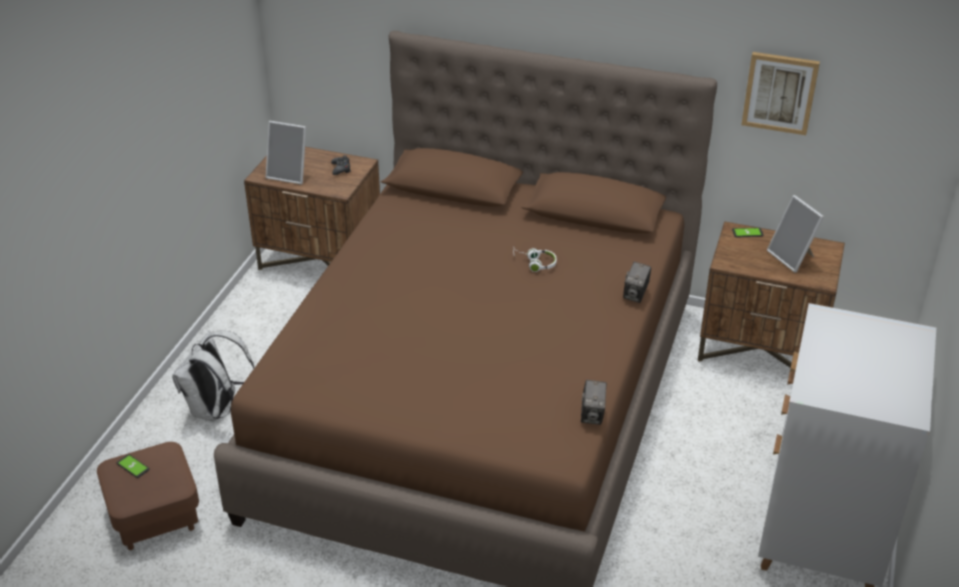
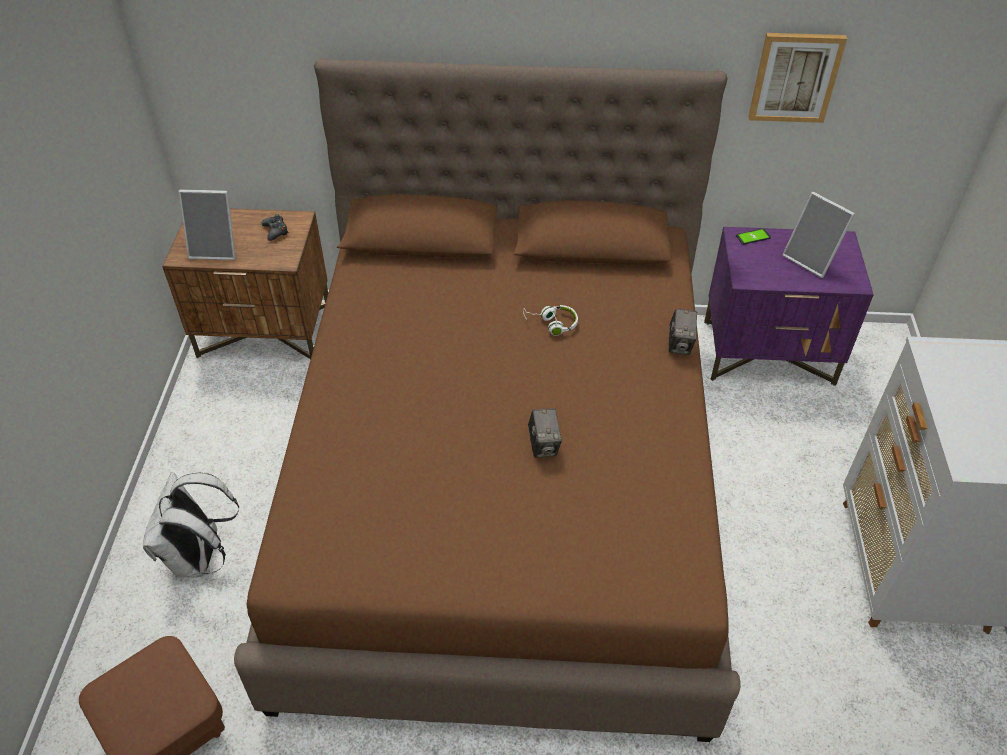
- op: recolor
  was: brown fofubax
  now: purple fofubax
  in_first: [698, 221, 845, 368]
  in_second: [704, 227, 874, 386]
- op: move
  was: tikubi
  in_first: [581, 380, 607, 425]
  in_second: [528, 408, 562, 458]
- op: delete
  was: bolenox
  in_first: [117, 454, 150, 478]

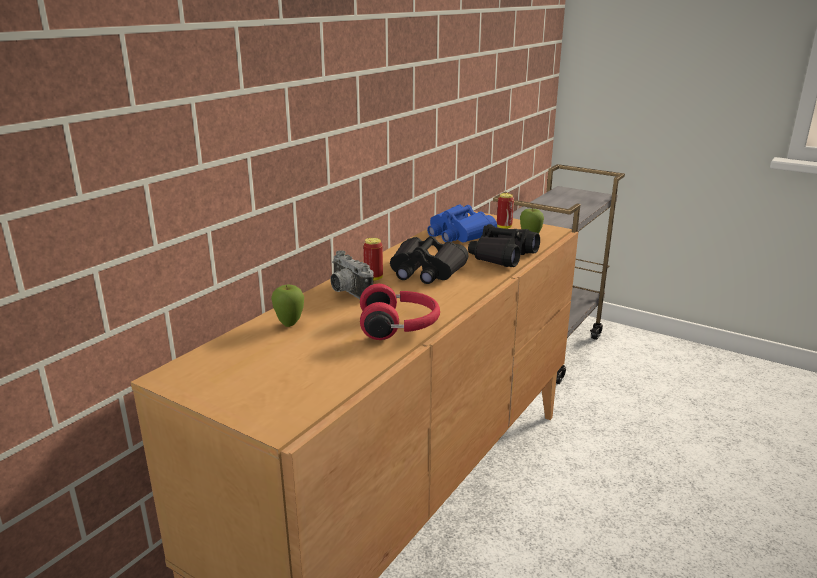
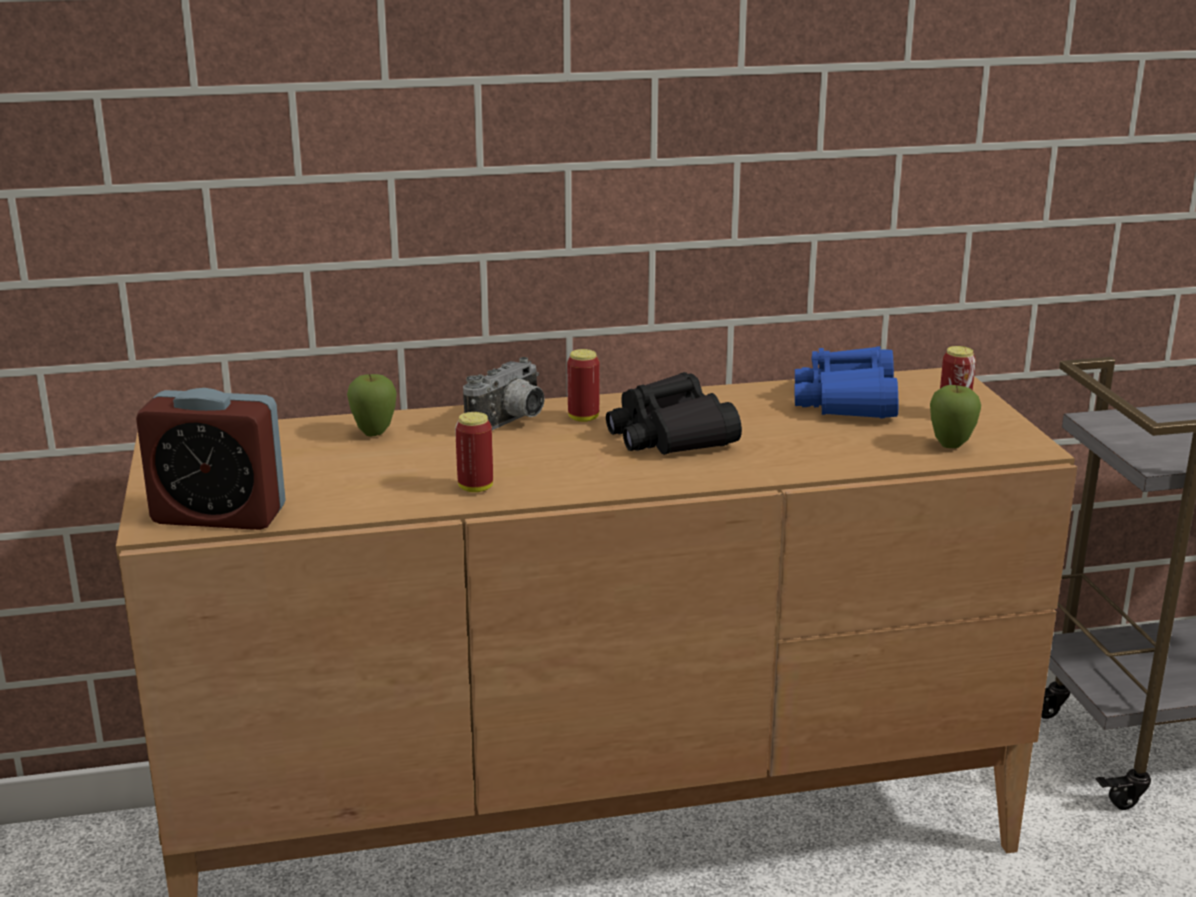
- op: delete
  was: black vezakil
  in_first: [468, 224, 540, 267]
- op: rotate
  was: tikubi
  in_first: [330, 250, 373, 299]
  in_second: [463, 357, 545, 430]
  clockwise: -150
- op: replace
  was: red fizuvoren
  now: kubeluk
  in_first: [360, 284, 440, 340]
  in_second: [455, 412, 493, 492]
- op: insert
  now: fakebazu
  in_second: [136, 388, 286, 530]

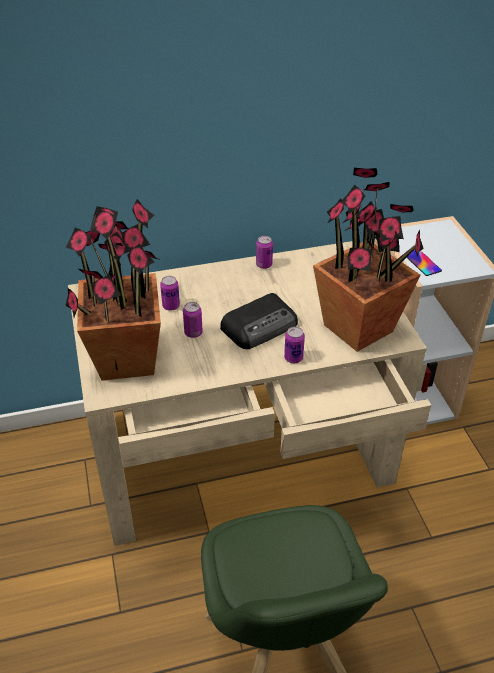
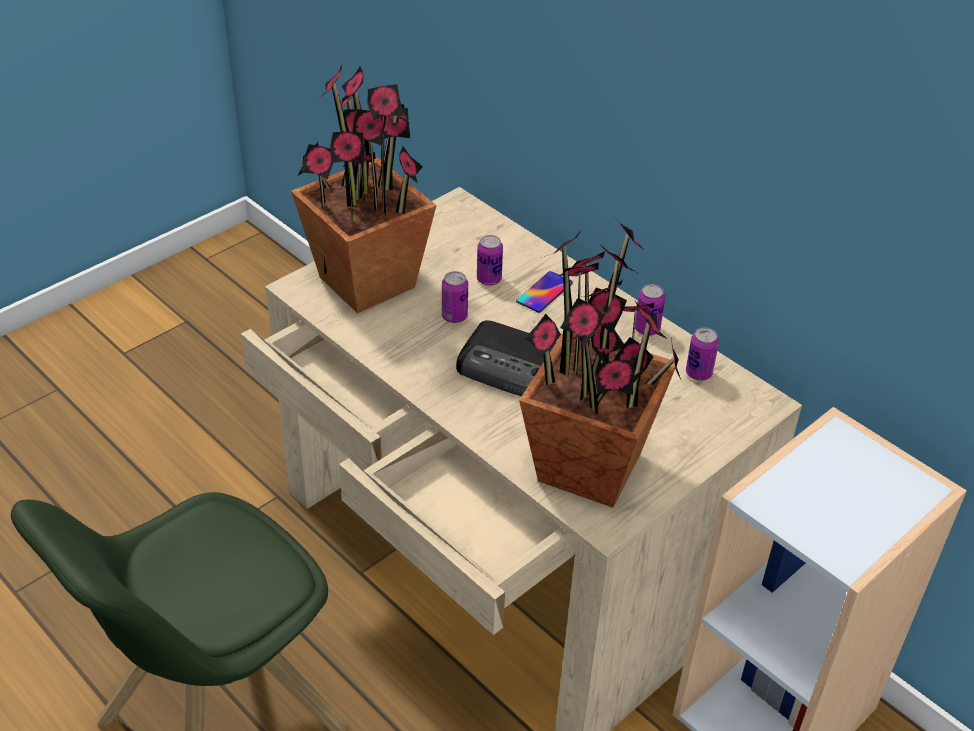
- op: move
  was: bolenox
  in_first: [407, 250, 442, 276]
  in_second: [516, 271, 573, 313]
- op: move
  was: kubeluk
  in_first: [284, 327, 305, 363]
  in_second: [686, 327, 719, 381]

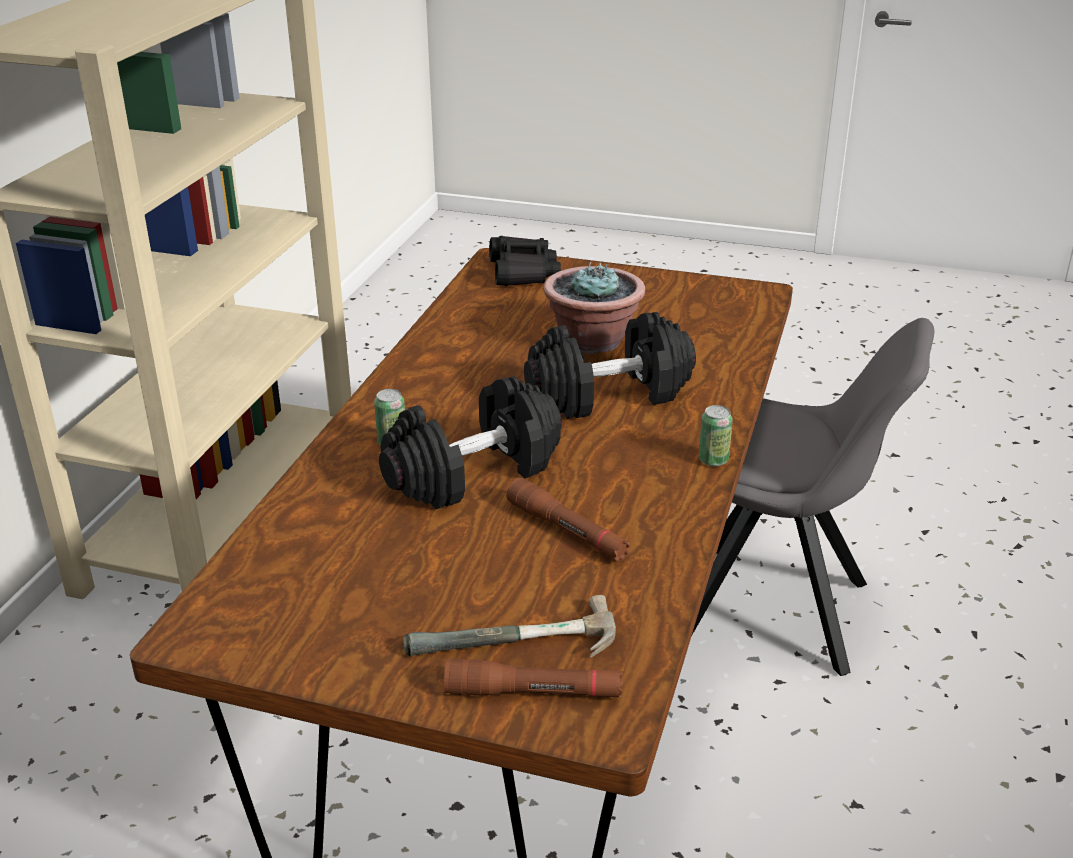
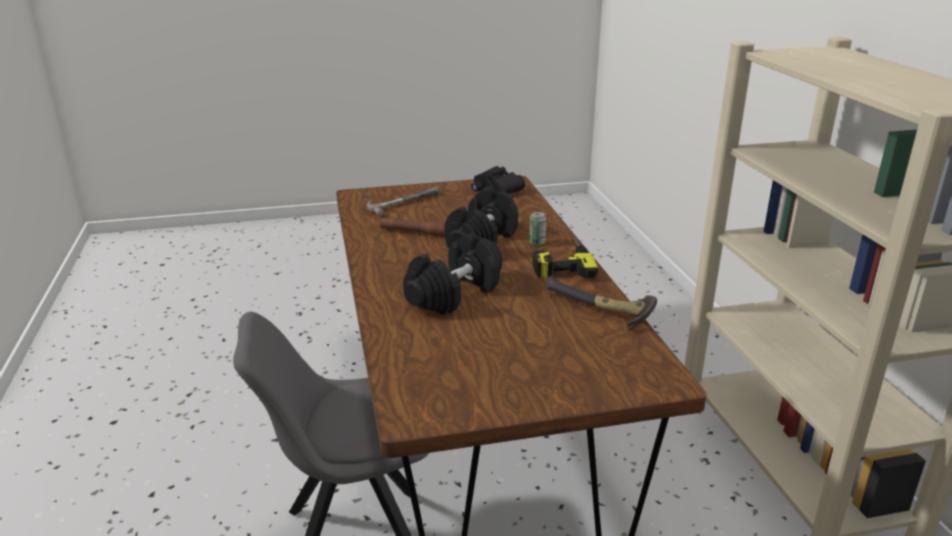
- op: move
  was: black vezakil
  in_first: [489, 236, 561, 286]
  in_second: [471, 166, 525, 194]
- op: delete
  was: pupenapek
  in_first: [543, 262, 645, 354]
- op: delete
  was: kubeluk
  in_first: [699, 405, 733, 466]
- op: delete
  was: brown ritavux
  in_first: [444, 659, 623, 697]
- op: insert
  now: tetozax
  in_second: [532, 238, 598, 278]
- op: insert
  now: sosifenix
  in_second: [547, 276, 657, 331]

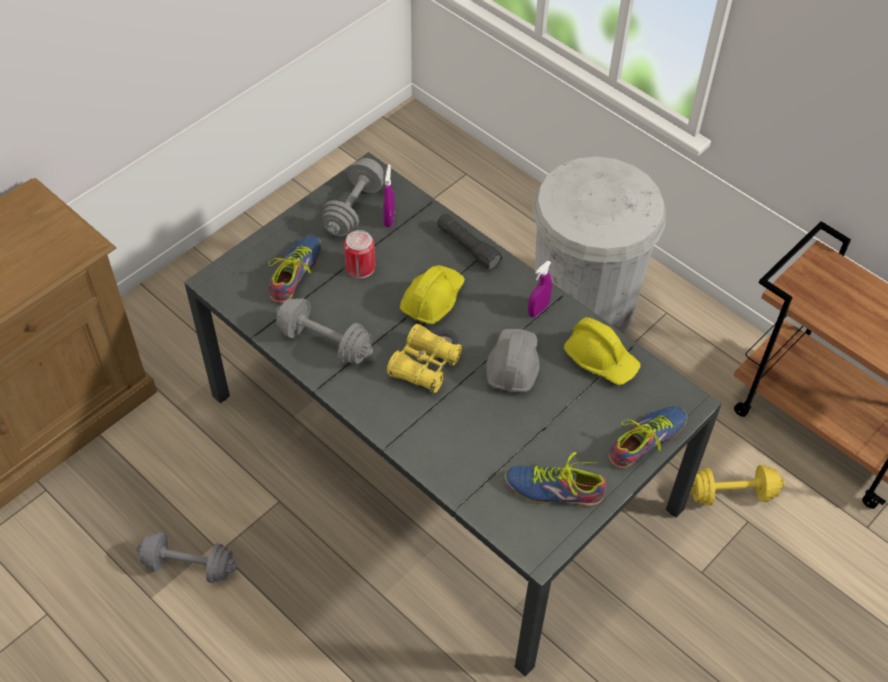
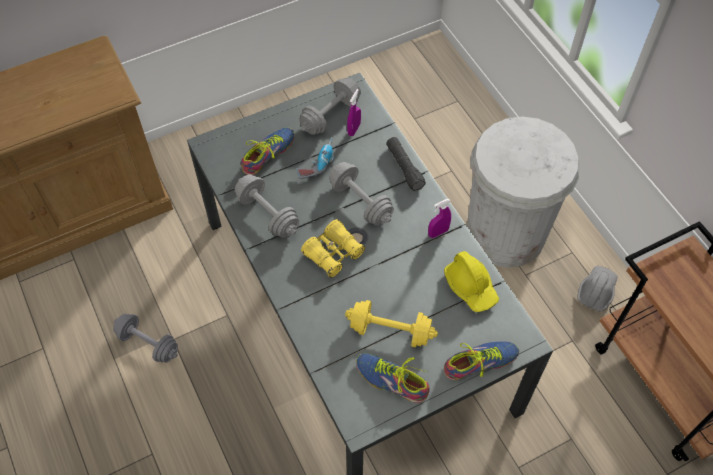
- op: replace
  was: kubeluk
  now: tetozax
  in_first: [344, 230, 375, 278]
  in_second: [296, 137, 334, 179]
- op: replace
  was: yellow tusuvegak
  now: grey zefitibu
  in_first: [400, 265, 465, 324]
  in_second: [329, 162, 394, 226]
- op: move
  was: grey tusuvegak
  in_first: [487, 329, 540, 392]
  in_second: [577, 266, 618, 311]
- op: move
  was: yellow zefitibu
  in_first: [690, 465, 785, 505]
  in_second: [345, 300, 438, 348]

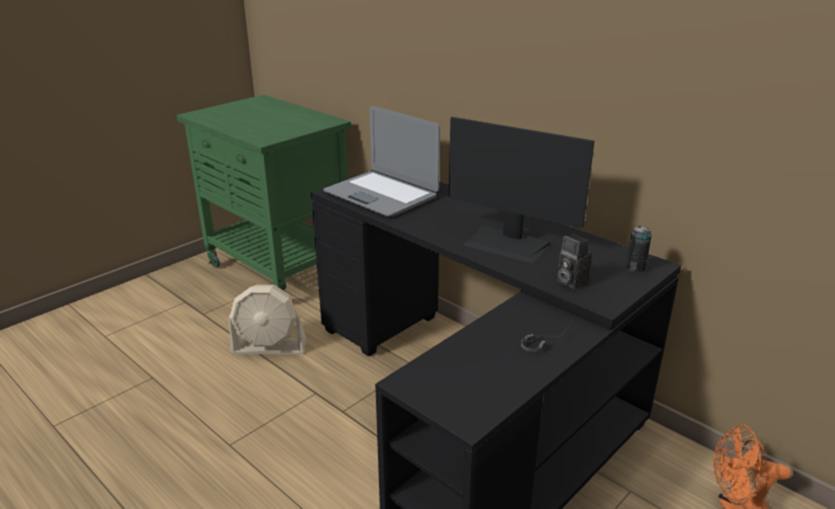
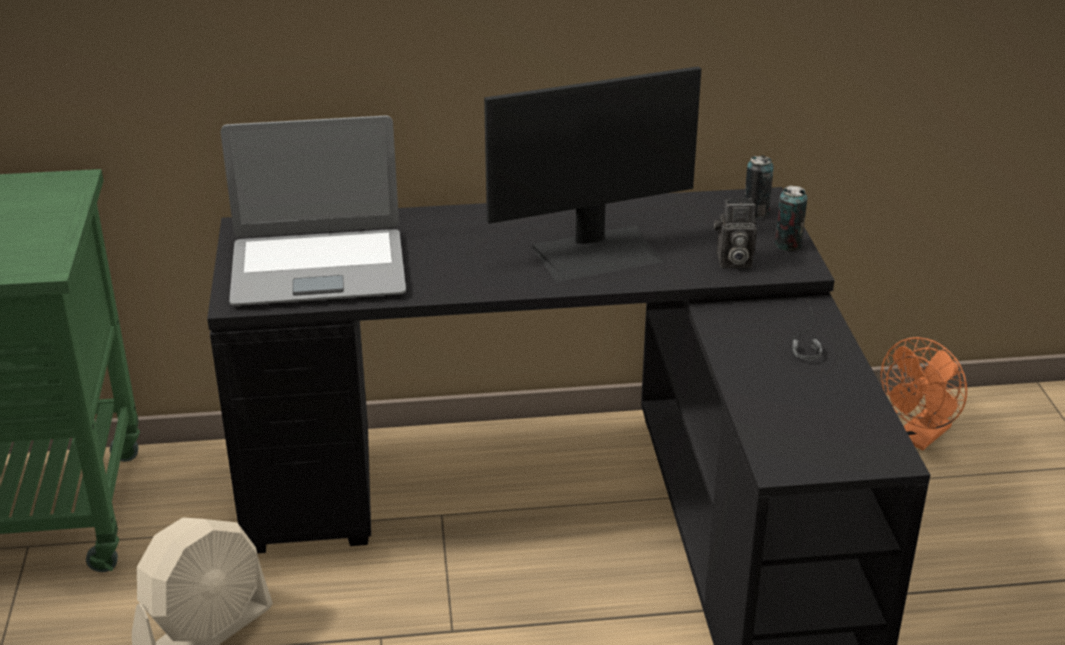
- op: insert
  now: kubeluk
  in_second: [775, 185, 807, 251]

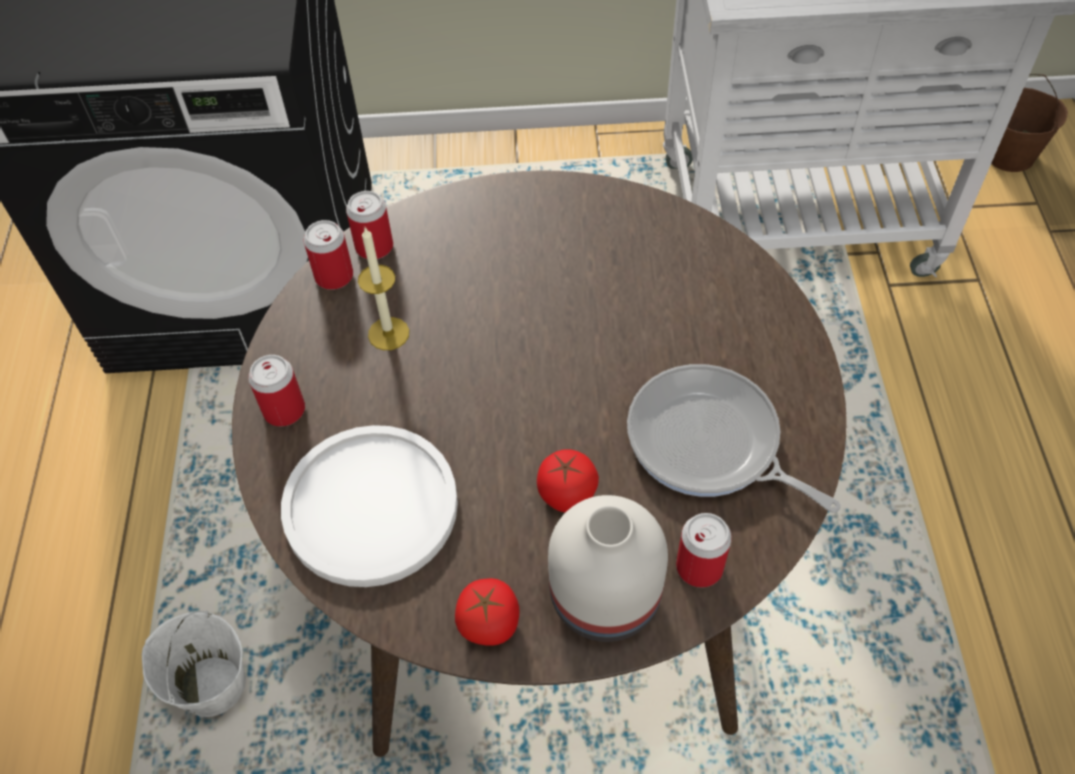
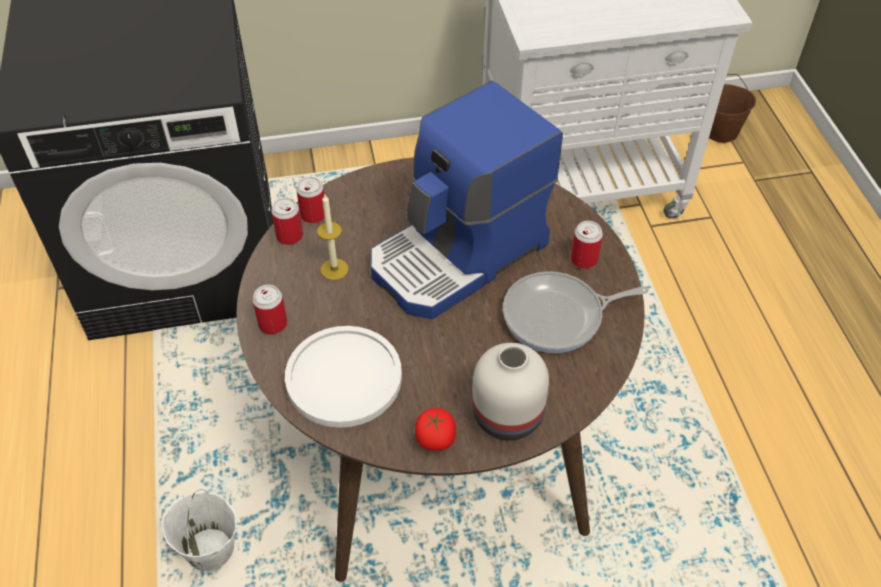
- op: rotate
  was: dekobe
  in_first: [627, 364, 841, 513]
  in_second: [503, 271, 649, 353]
  clockwise: -45
- op: delete
  was: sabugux
  in_first: [537, 449, 599, 512]
- op: move
  was: kubeluk
  in_first: [676, 513, 732, 588]
  in_second: [571, 221, 603, 269]
- op: insert
  now: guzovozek
  in_second: [371, 81, 563, 319]

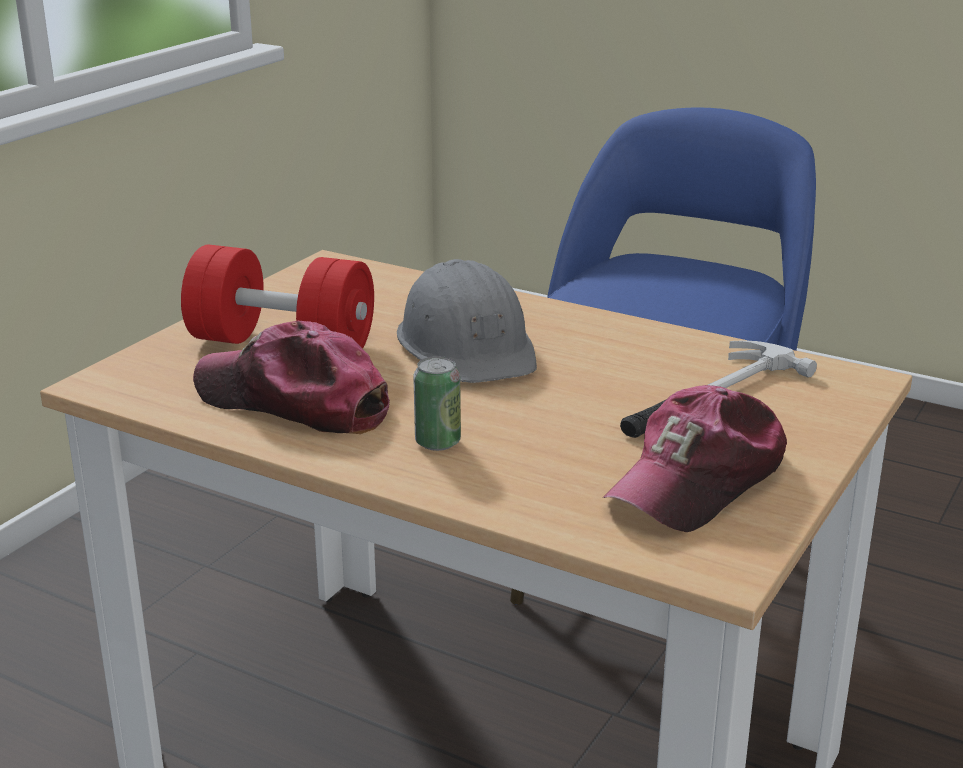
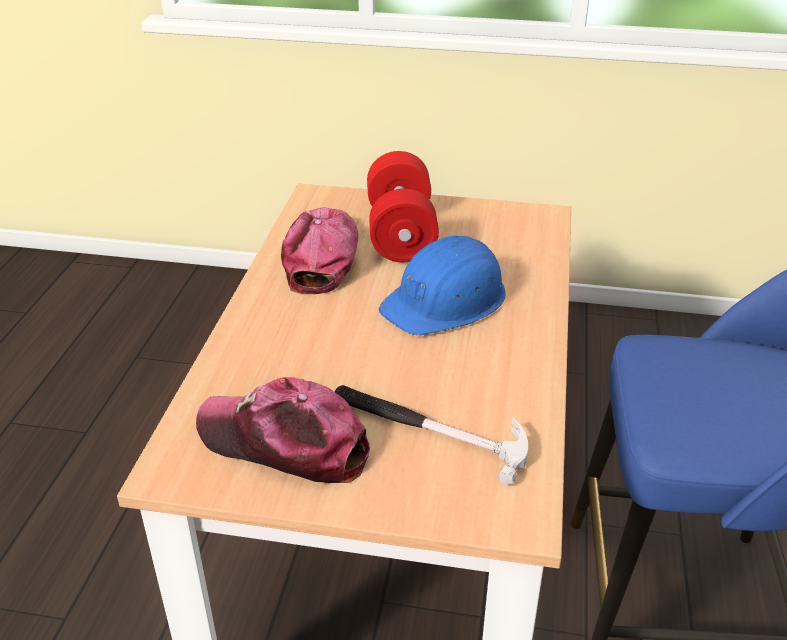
- op: recolor
  was: grey tusuvegak
  now: blue tusuvegak
  in_first: [397, 259, 537, 383]
  in_second: [379, 236, 506, 336]
- op: delete
  was: kubeluk
  in_first: [413, 356, 461, 451]

